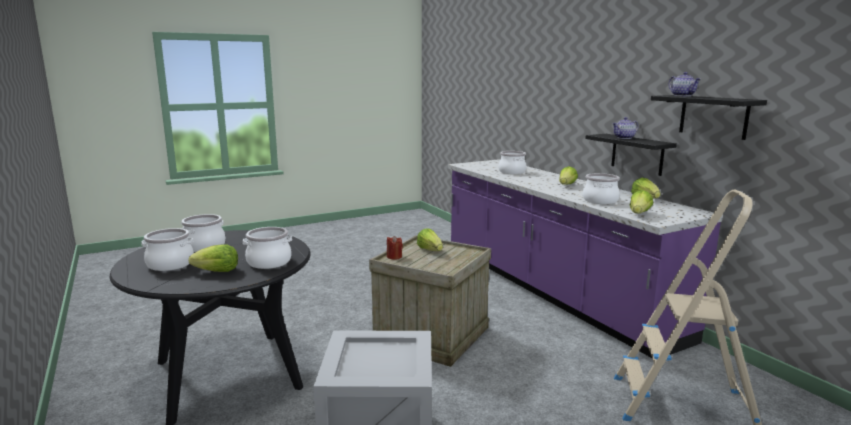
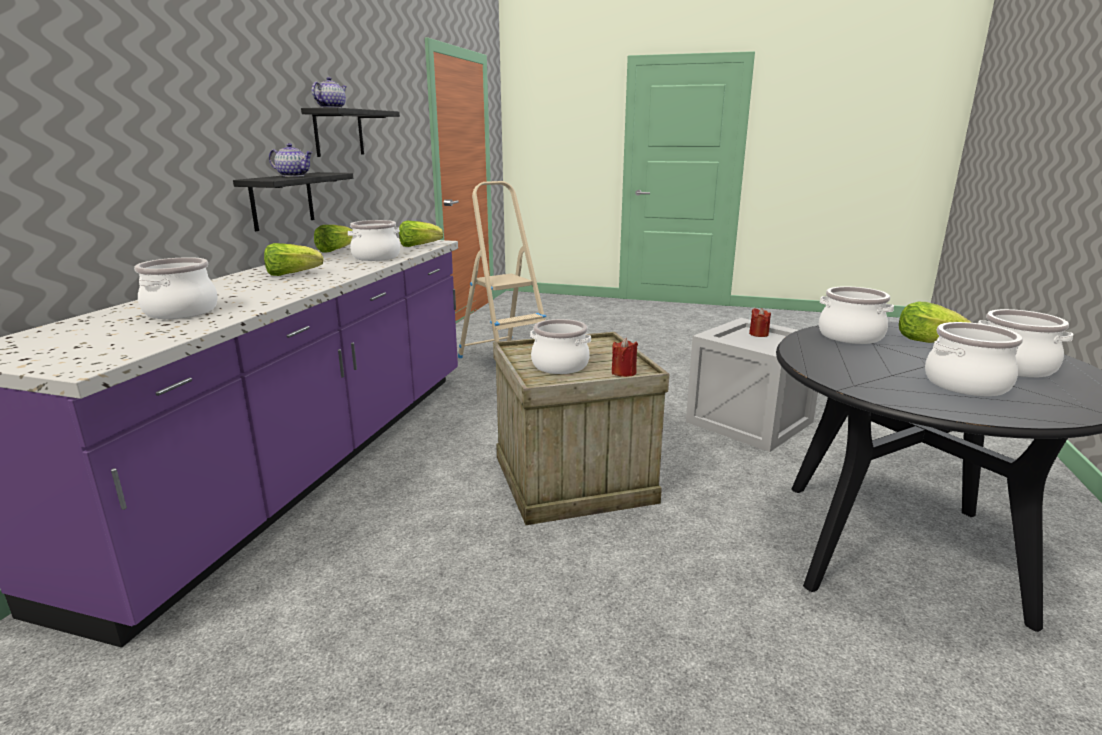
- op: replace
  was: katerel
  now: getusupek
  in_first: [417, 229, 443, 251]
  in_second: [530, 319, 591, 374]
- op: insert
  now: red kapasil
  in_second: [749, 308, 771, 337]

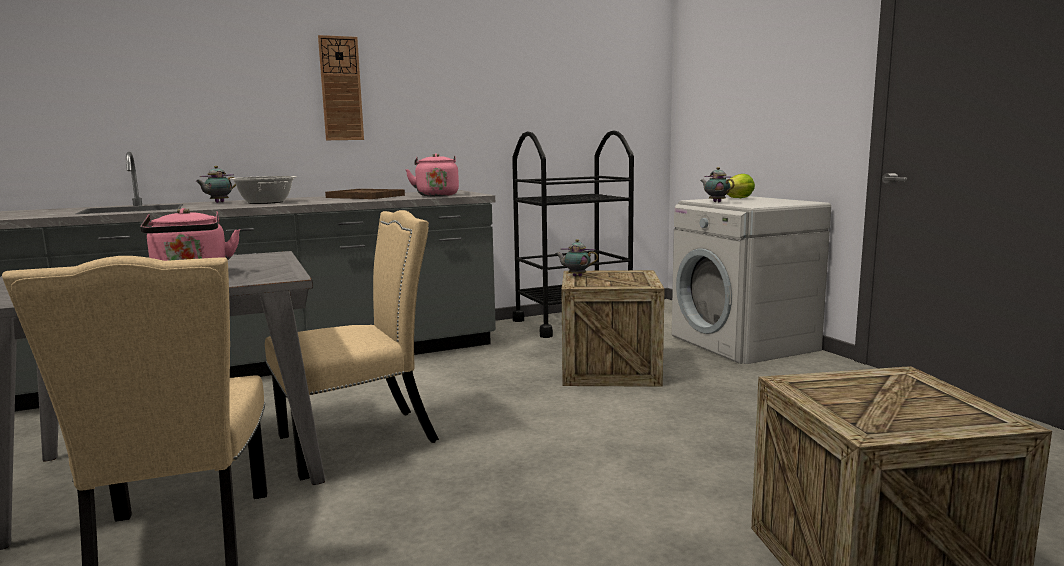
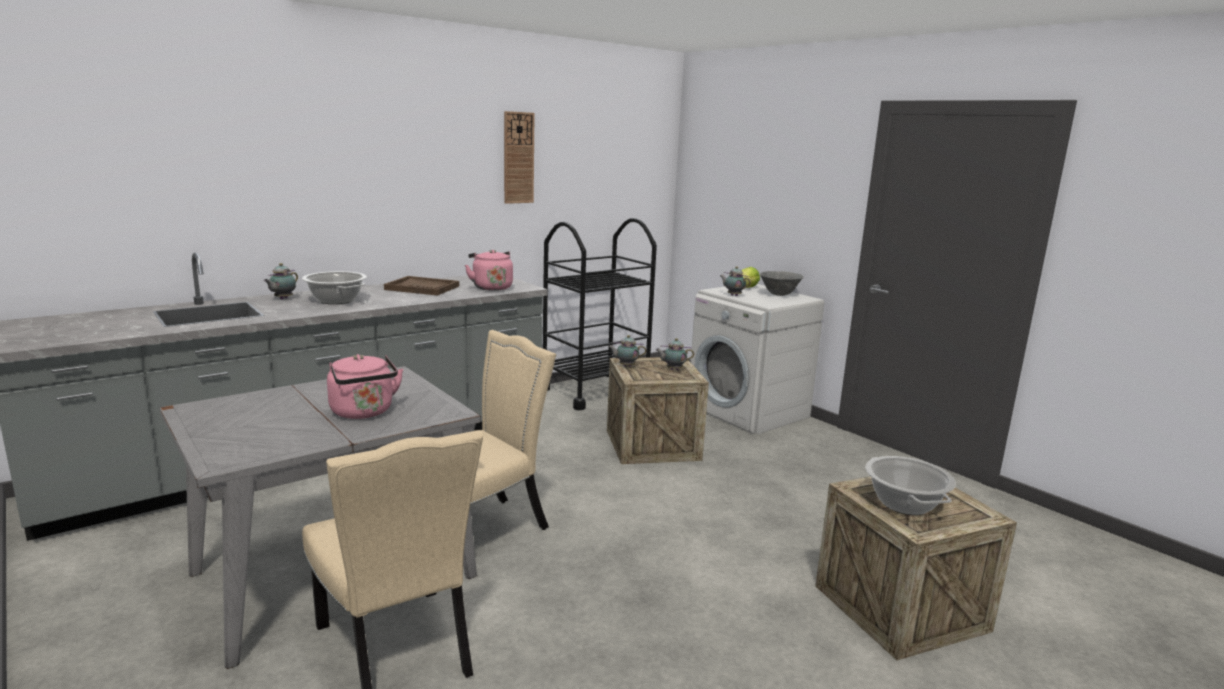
- op: move
  was: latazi
  in_first: [318, 35, 364, 140]
  in_second: [504, 111, 535, 204]
- op: insert
  now: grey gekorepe
  in_second: [760, 271, 804, 296]
- op: insert
  now: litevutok
  in_second: [656, 338, 694, 370]
- op: insert
  now: getusupek
  in_second: [865, 456, 956, 515]

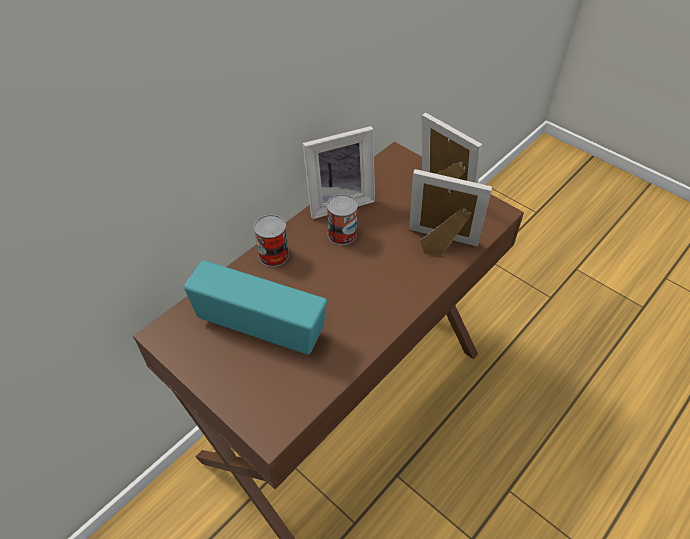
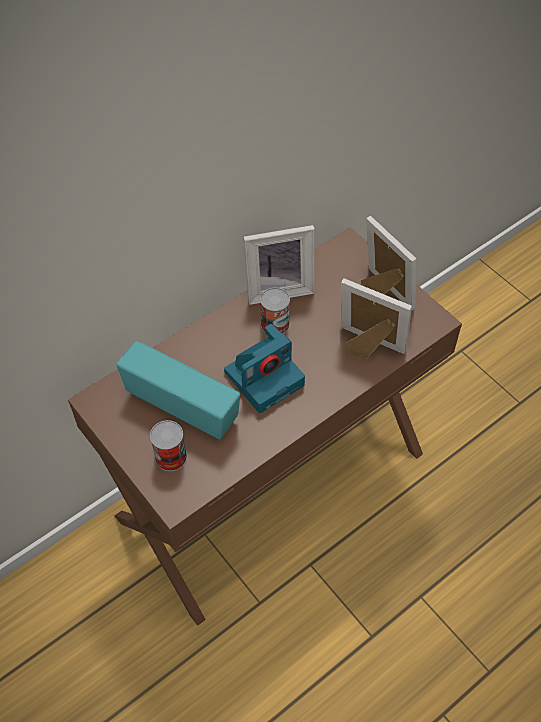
- op: move
  was: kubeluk
  in_first: [254, 214, 289, 267]
  in_second: [150, 420, 187, 471]
- op: insert
  now: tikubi
  in_second: [224, 324, 305, 413]

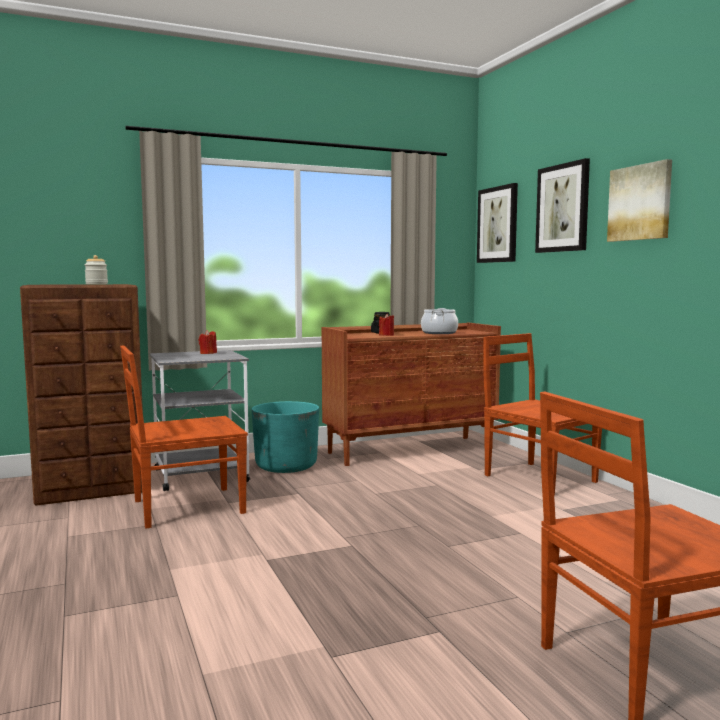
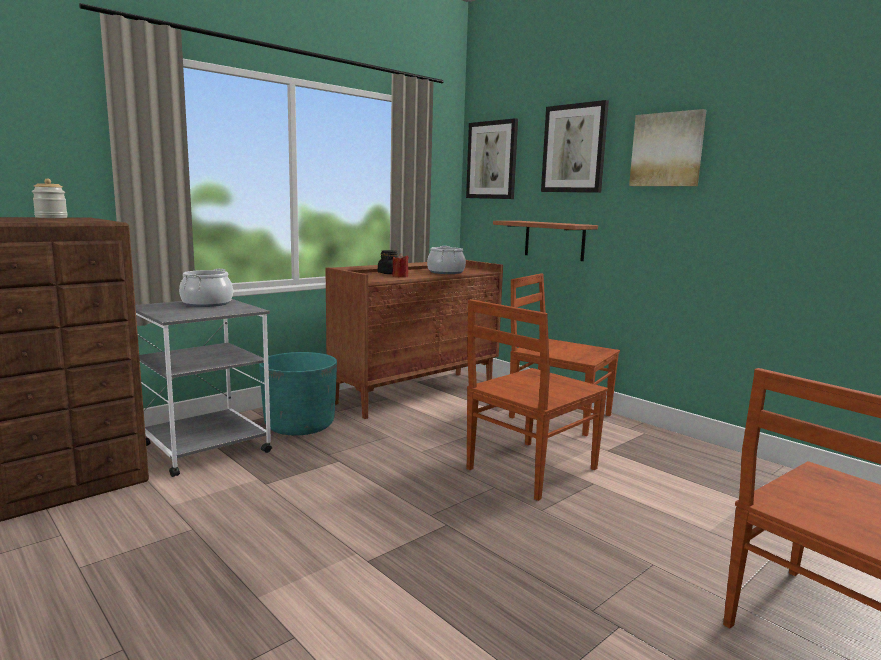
- op: replace
  was: red kapasil
  now: getusupek
  in_first: [198, 330, 217, 354]
  in_second: [179, 269, 233, 307]
- op: move
  was: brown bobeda
  in_first: [120, 345, 248, 528]
  in_second: [467, 299, 608, 501]
- op: insert
  now: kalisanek
  in_second: [493, 221, 598, 261]

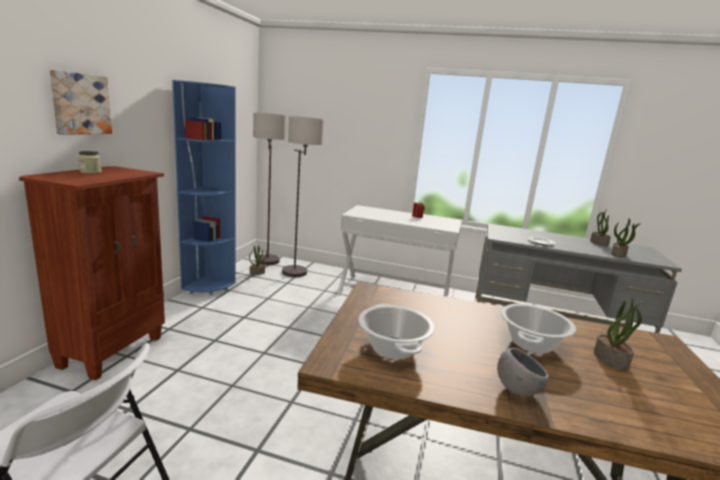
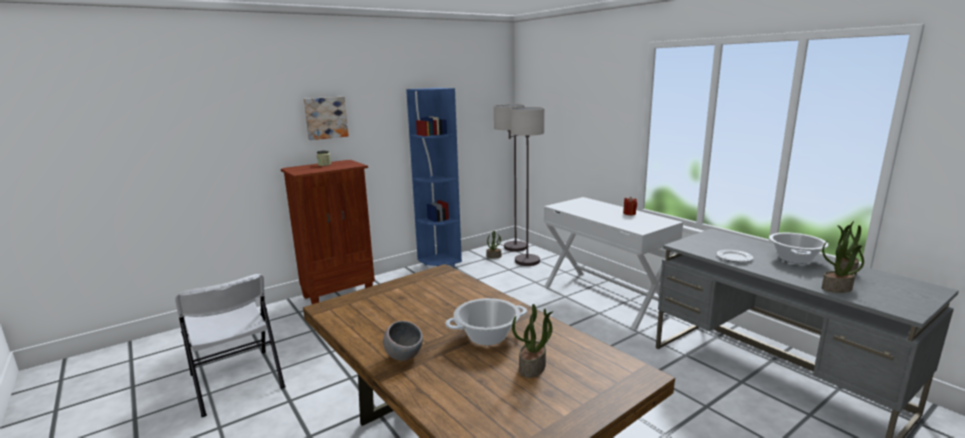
- op: move
  was: getusupek
  in_first: [358, 304, 435, 359]
  in_second: [769, 233, 829, 264]

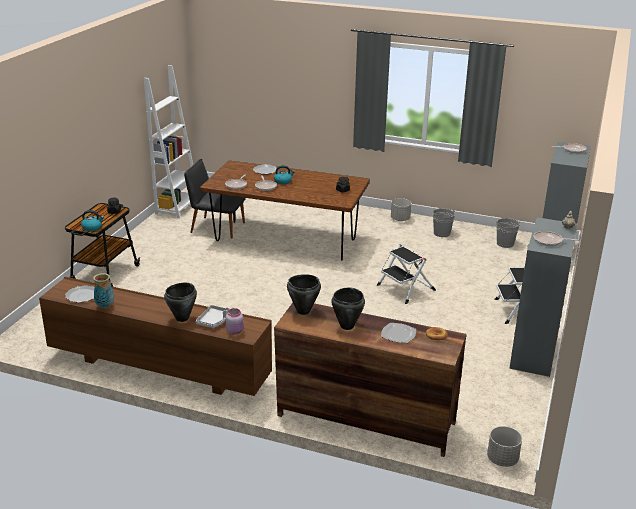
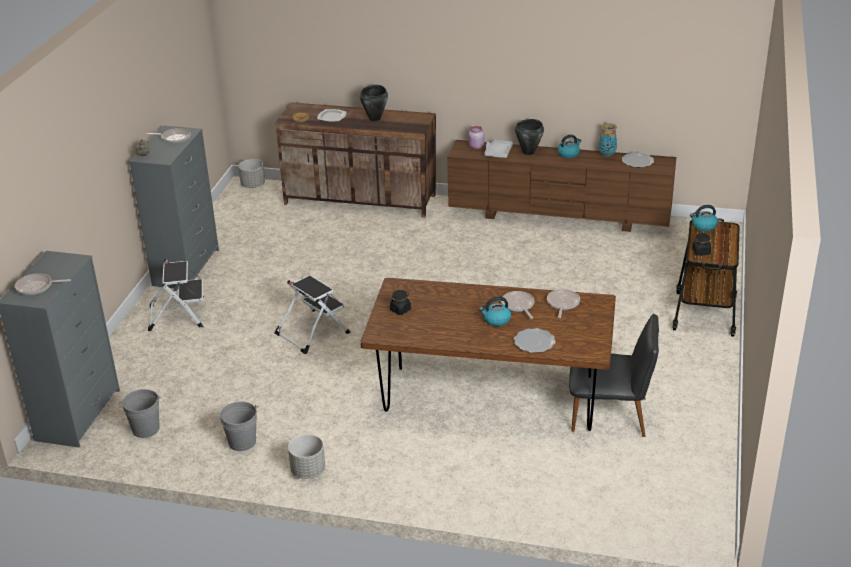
- op: delete
  was: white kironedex
  in_first: [144, 65, 193, 219]
- op: delete
  was: black getusupek
  in_first: [287, 274, 321, 315]
- op: insert
  now: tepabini
  in_second: [557, 135, 582, 158]

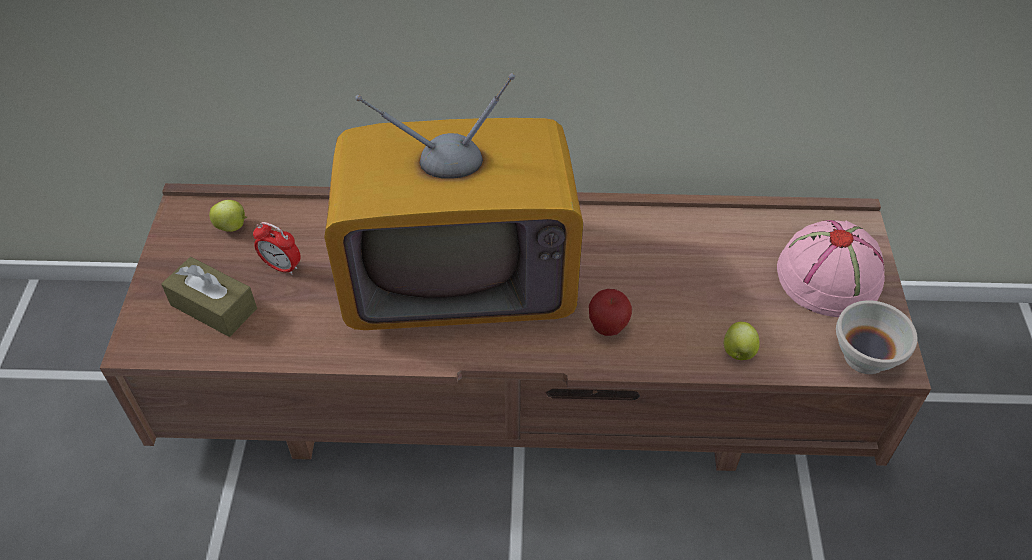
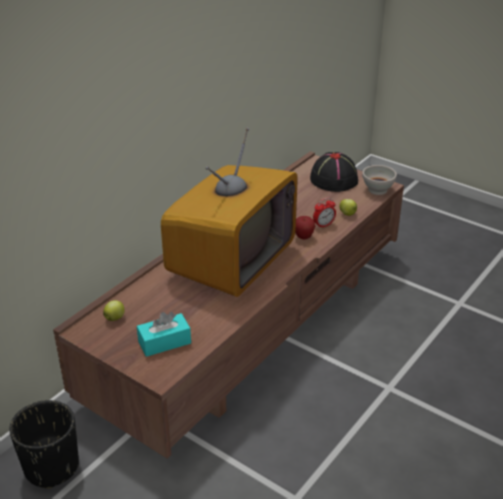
- op: recolor
  was: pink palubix
  now: black palubix
  in_first: [777, 220, 885, 317]
  in_second: [310, 152, 358, 192]
- op: move
  was: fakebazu
  in_first: [253, 222, 301, 275]
  in_second: [313, 197, 336, 229]
- op: recolor
  was: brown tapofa
  now: turquoise tapofa
  in_first: [161, 257, 257, 337]
  in_second: [137, 312, 191, 357]
- op: insert
  now: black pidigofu
  in_second: [9, 400, 79, 489]

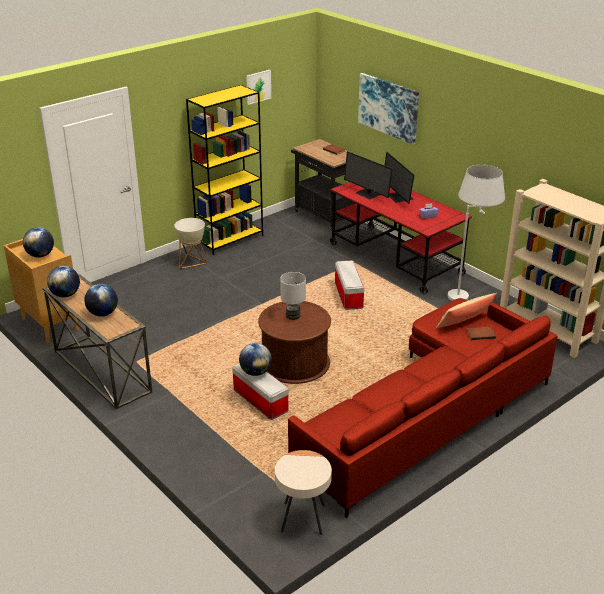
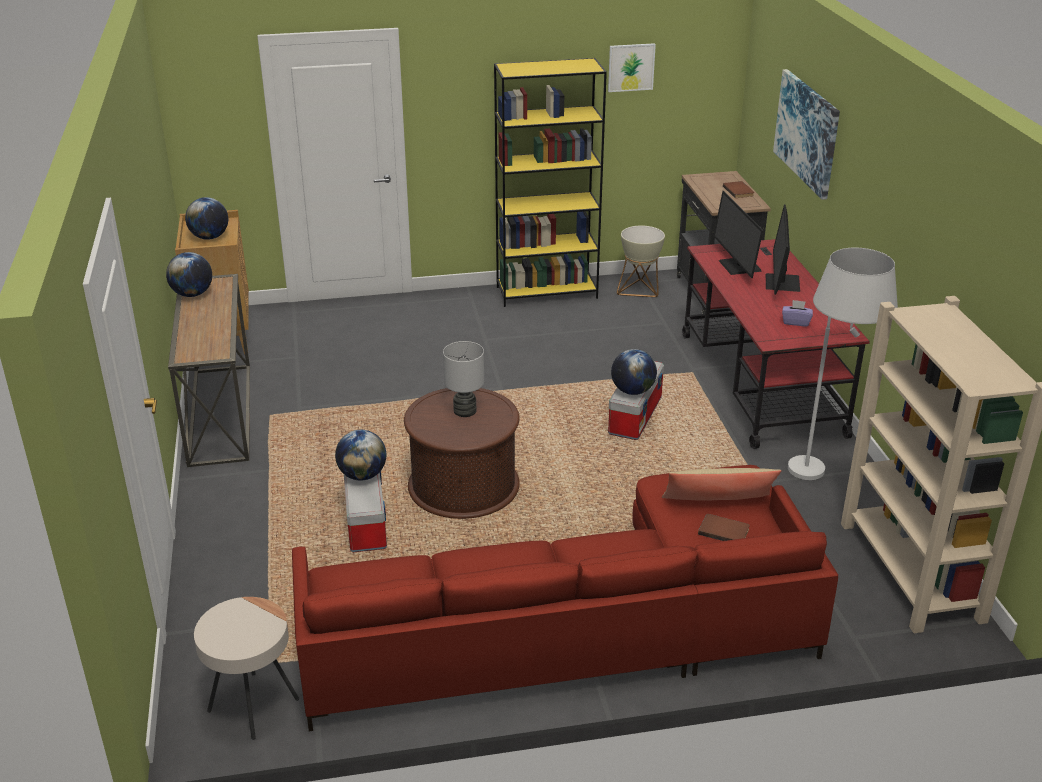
- op: move
  was: pidigofu
  in_first: [174, 218, 207, 269]
  in_second: [617, 225, 665, 297]
- op: move
  was: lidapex
  in_first: [84, 284, 118, 316]
  in_second: [611, 349, 657, 395]

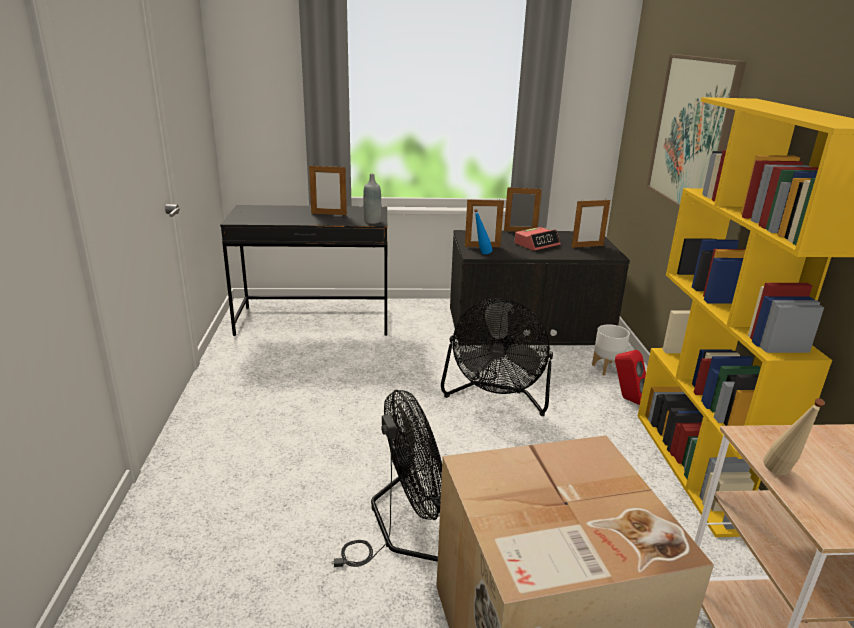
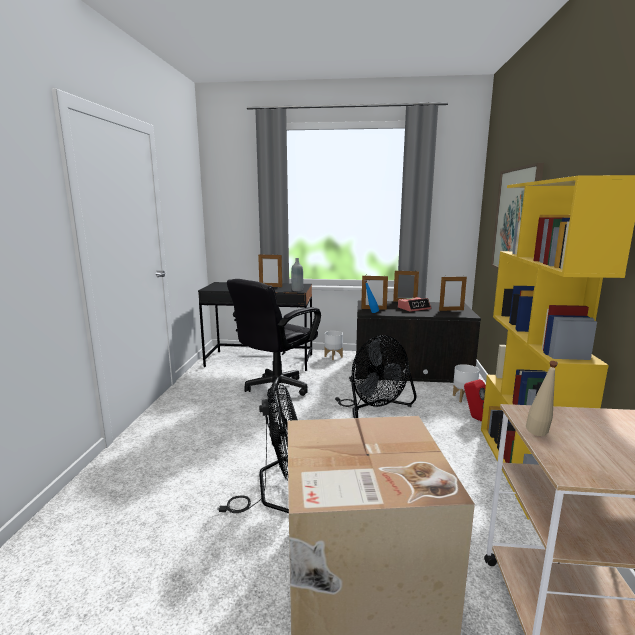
- op: rotate
  was: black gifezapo
  in_first: [441, 299, 553, 416]
  in_second: [335, 335, 417, 418]
  clockwise: -60
- op: insert
  now: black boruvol
  in_second: [227, 279, 321, 403]
- op: insert
  now: white pidigofu
  in_second: [325, 331, 343, 360]

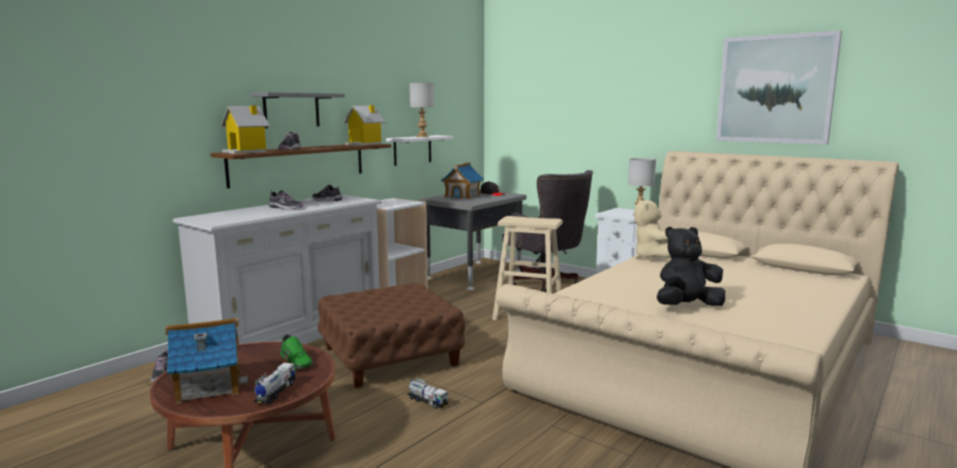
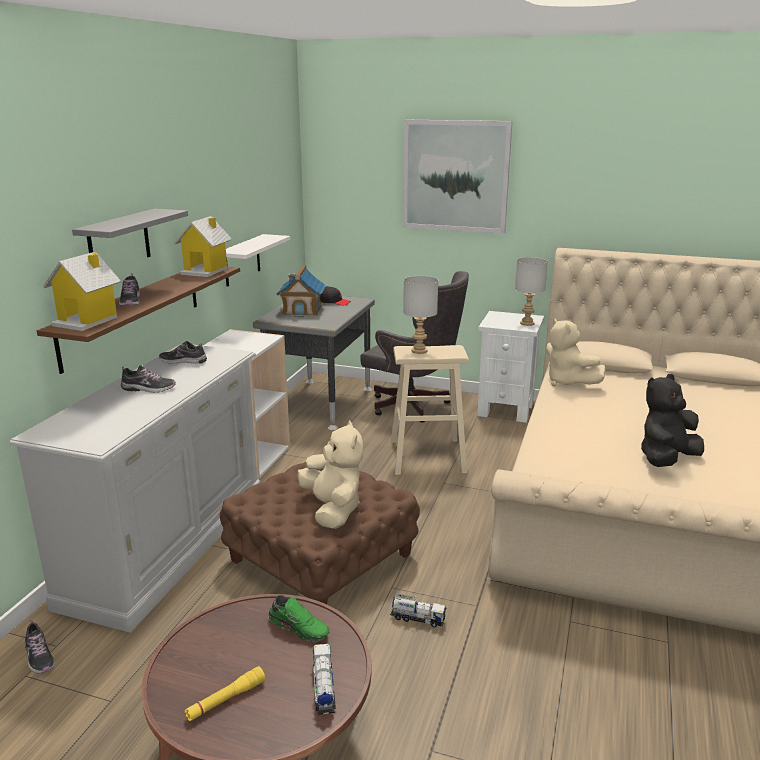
- op: move
  was: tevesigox
  in_first: [716, 30, 842, 145]
  in_second: [403, 120, 512, 234]
- op: move
  was: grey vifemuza
  in_first: [409, 83, 434, 137]
  in_second: [403, 276, 438, 354]
- op: replace
  was: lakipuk
  now: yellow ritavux
  in_first: [165, 318, 248, 404]
  in_second: [184, 666, 265, 721]
- op: insert
  now: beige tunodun
  in_second: [297, 421, 363, 529]

